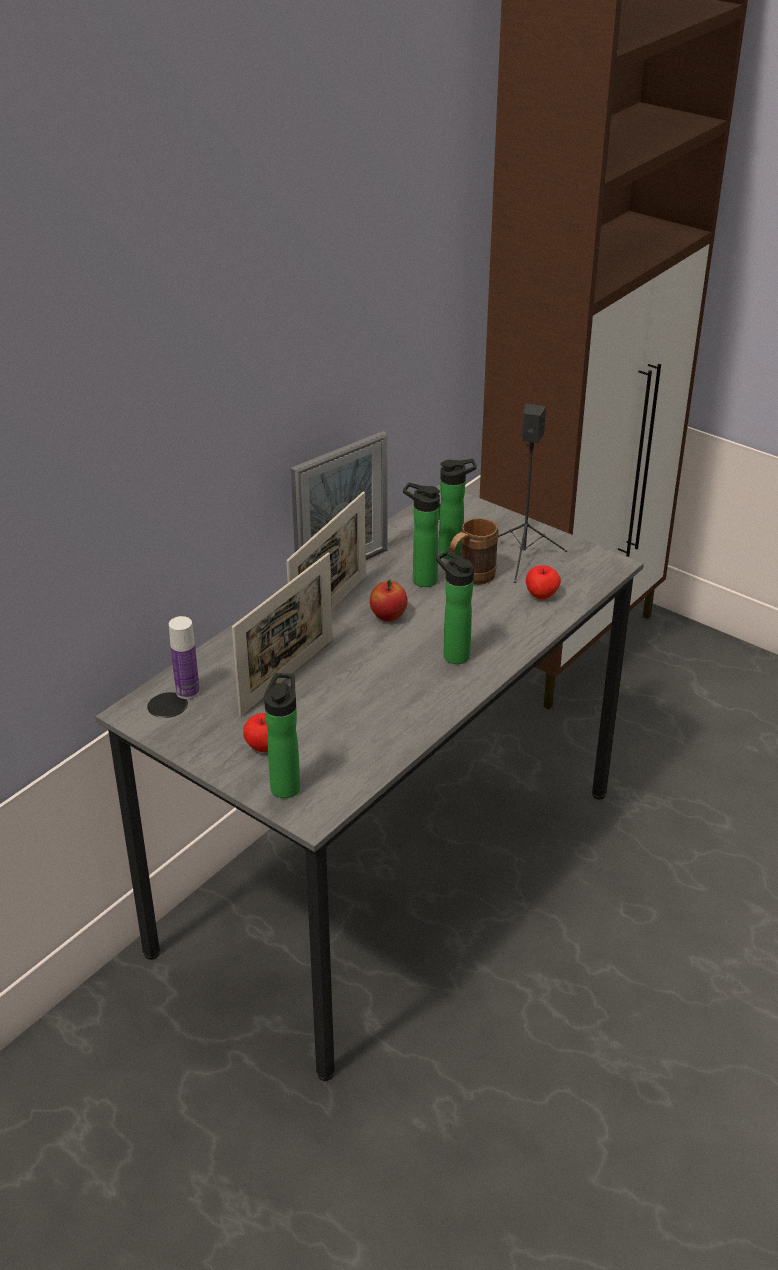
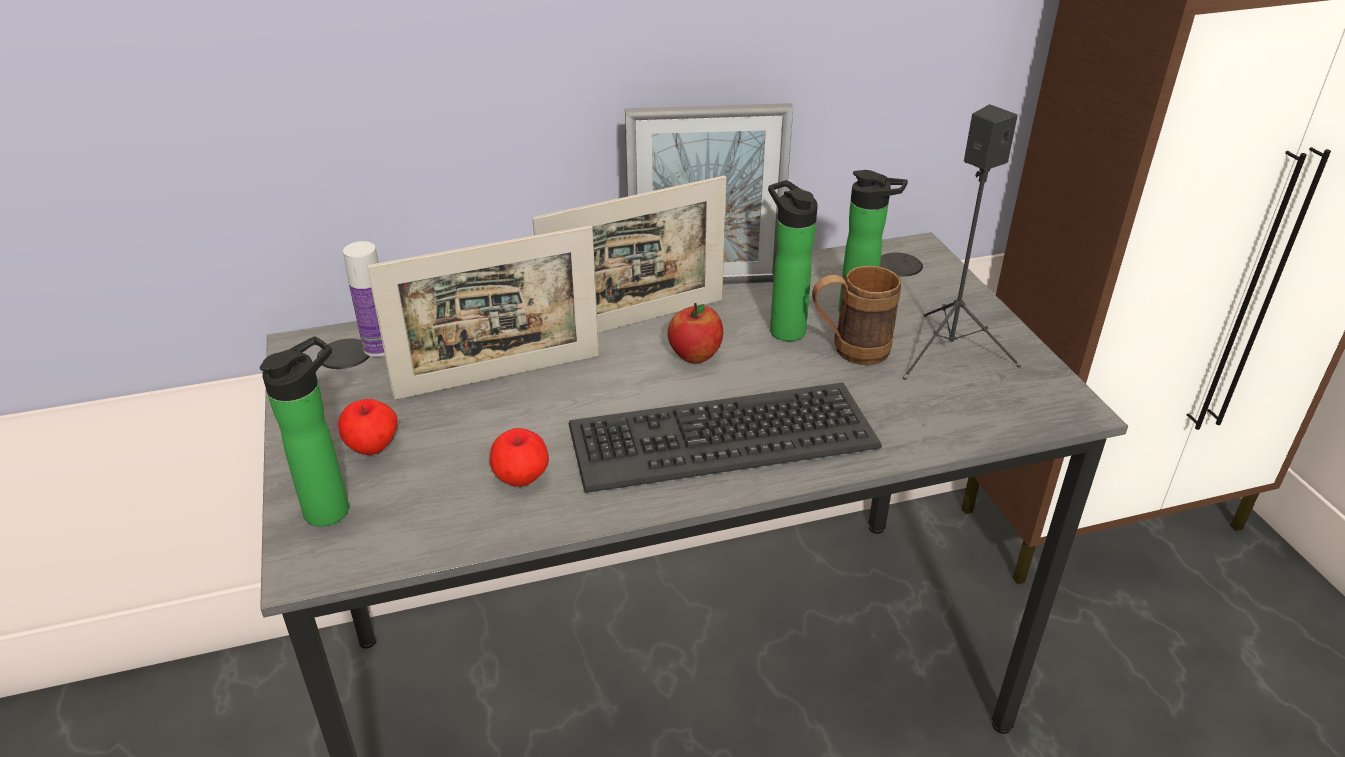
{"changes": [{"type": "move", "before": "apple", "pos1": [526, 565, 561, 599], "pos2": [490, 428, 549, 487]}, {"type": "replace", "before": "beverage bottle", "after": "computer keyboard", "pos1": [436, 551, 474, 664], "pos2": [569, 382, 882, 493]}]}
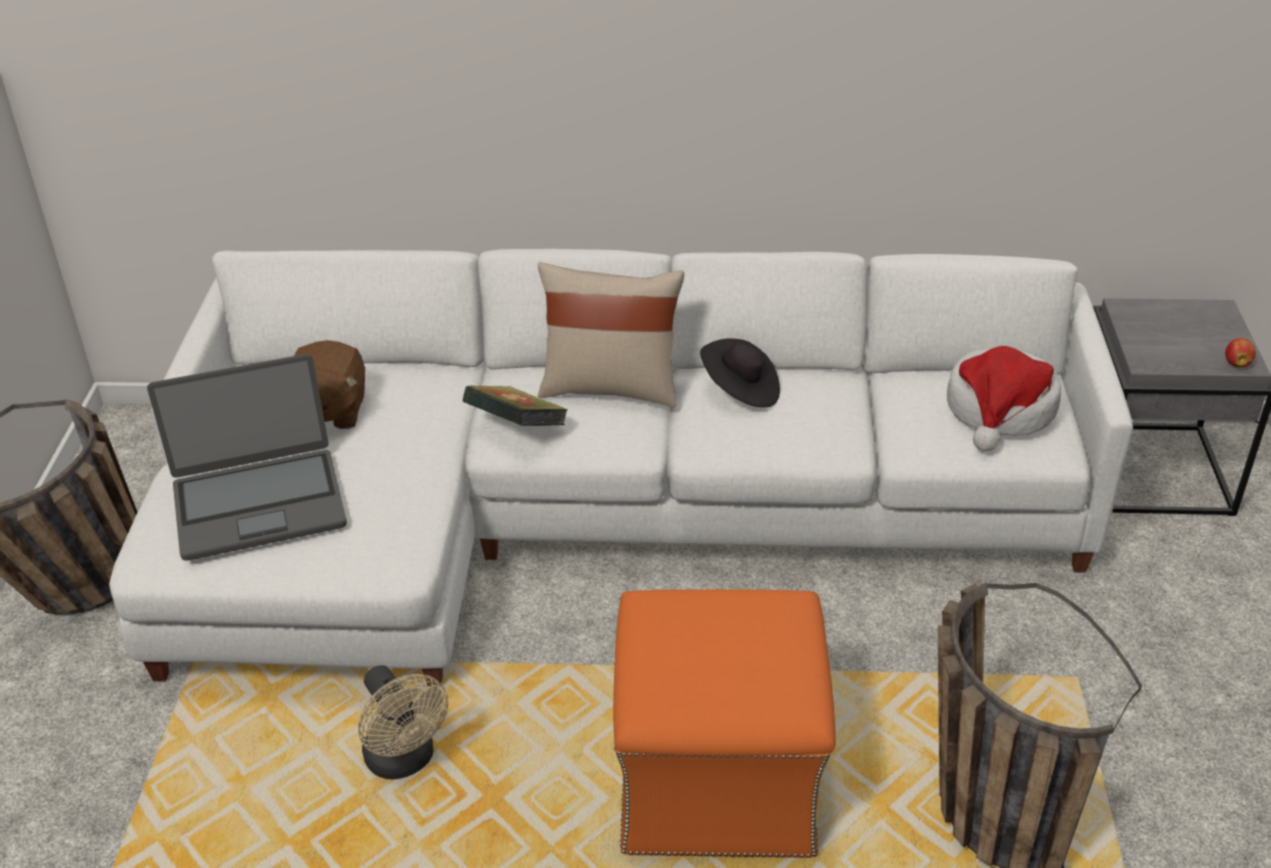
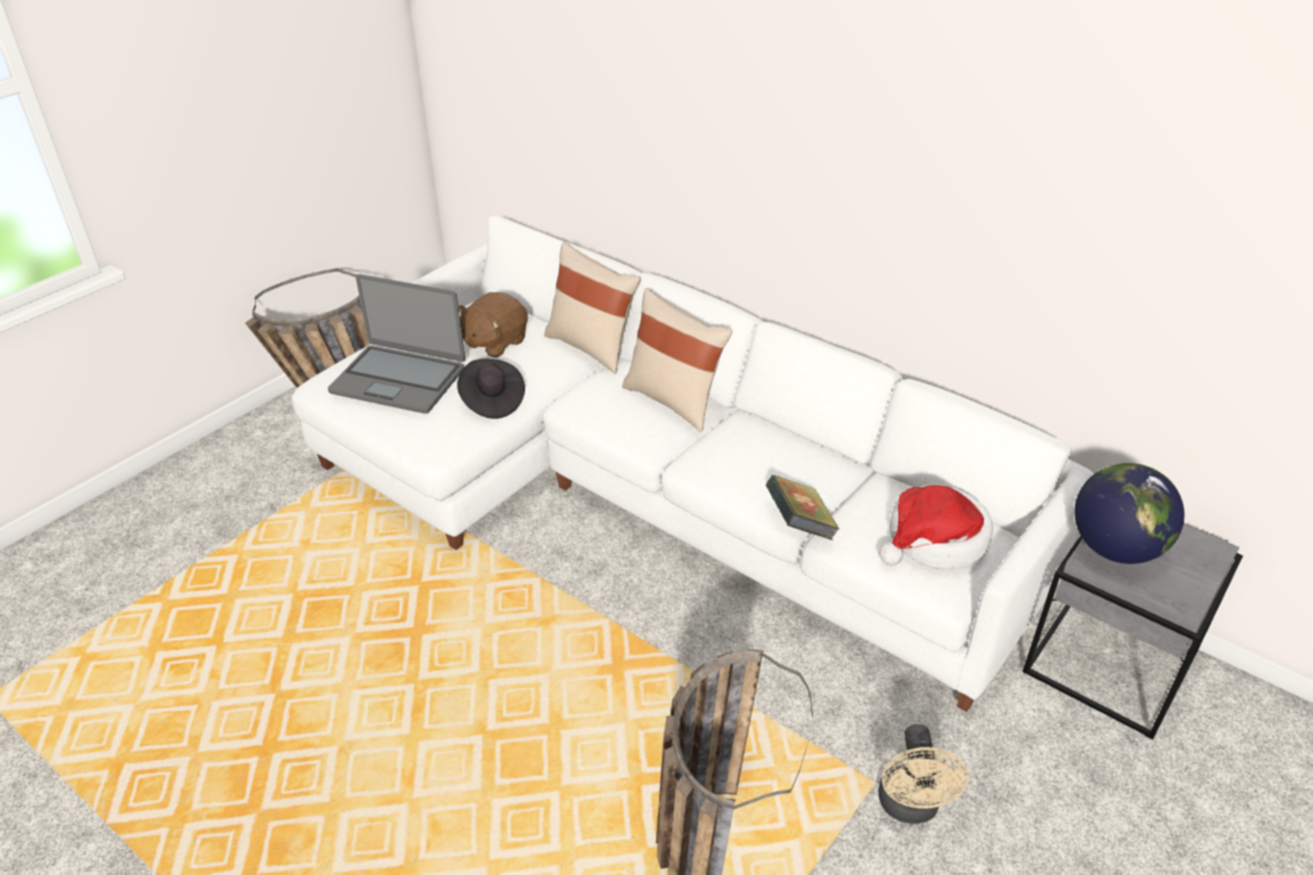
{"changes": [{"type": "delete", "before": "footrest/orange-coloured", "pos1": [613, 589, 835, 858]}, {"type": "delete", "before": "apple", "pos1": [1225, 338, 1256, 367]}, {"type": "insert", "after": "throw pillow/sand-coloured", "pos2": [544, 242, 641, 374]}, {"type": "insert", "after": "globe", "pos2": [1074, 463, 1184, 564]}, {"type": "move", "before": "fan/sand-coloured", "pos1": [358, 665, 448, 780], "pos2": [878, 724, 969, 824]}, {"type": "move", "before": "volume", "pos1": [463, 385, 568, 426], "pos2": [765, 475, 839, 540]}, {"type": "move", "before": "hat/blackish", "pos1": [700, 339, 780, 408], "pos2": [457, 359, 525, 419]}]}
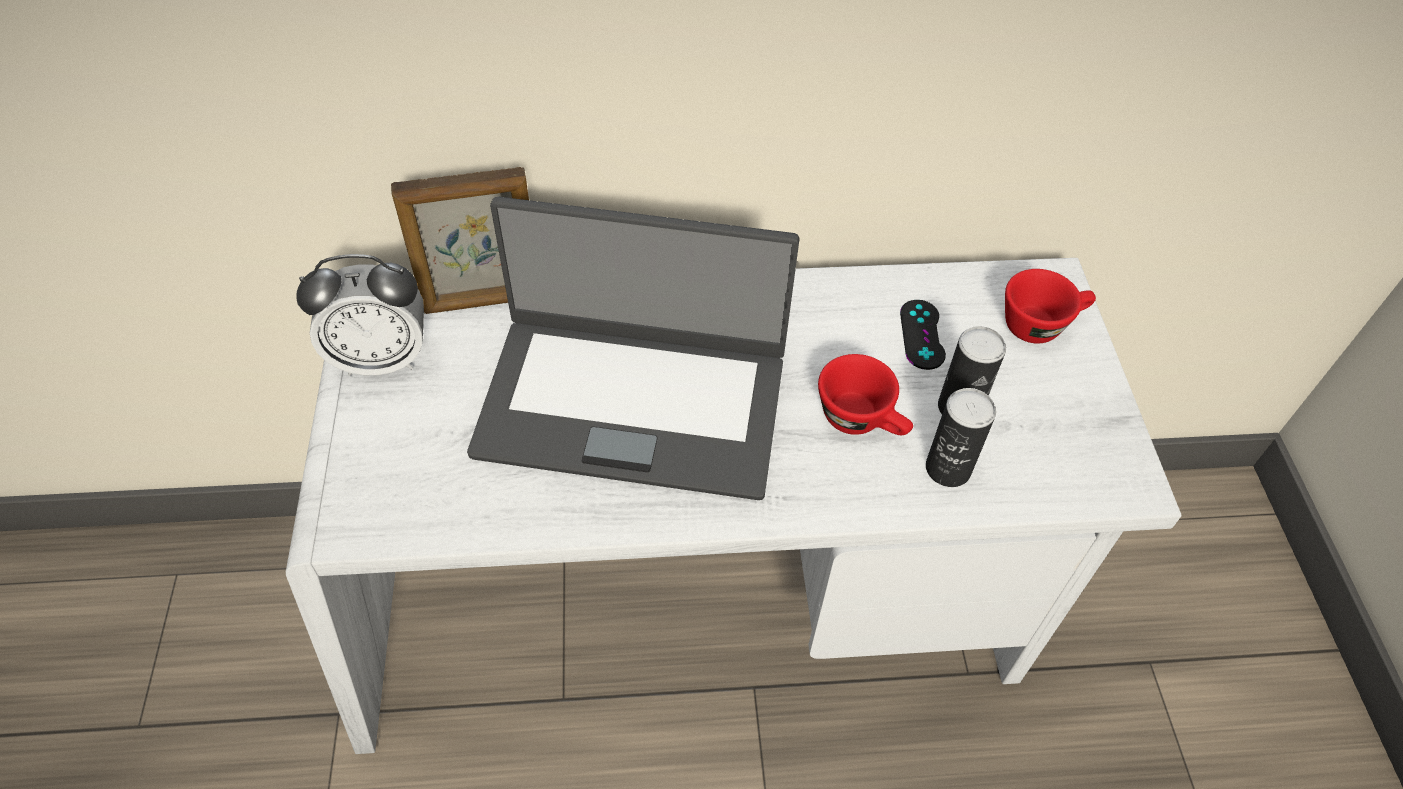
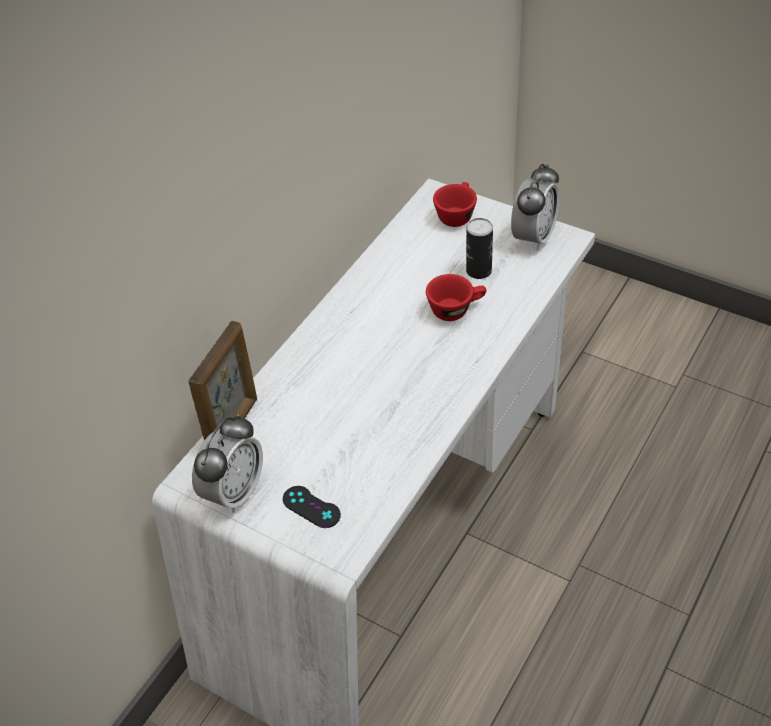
{"changes": [{"type": "delete", "before": "laptop", "pos1": [467, 197, 800, 500]}, {"type": "delete", "before": "sealed can", "pos1": [926, 388, 996, 487]}, {"type": "insert", "after": "bedside clock", "pos2": [511, 164, 559, 251]}, {"type": "move", "before": "gamepad/blackish", "pos1": [900, 300, 946, 370], "pos2": [283, 486, 341, 528]}]}
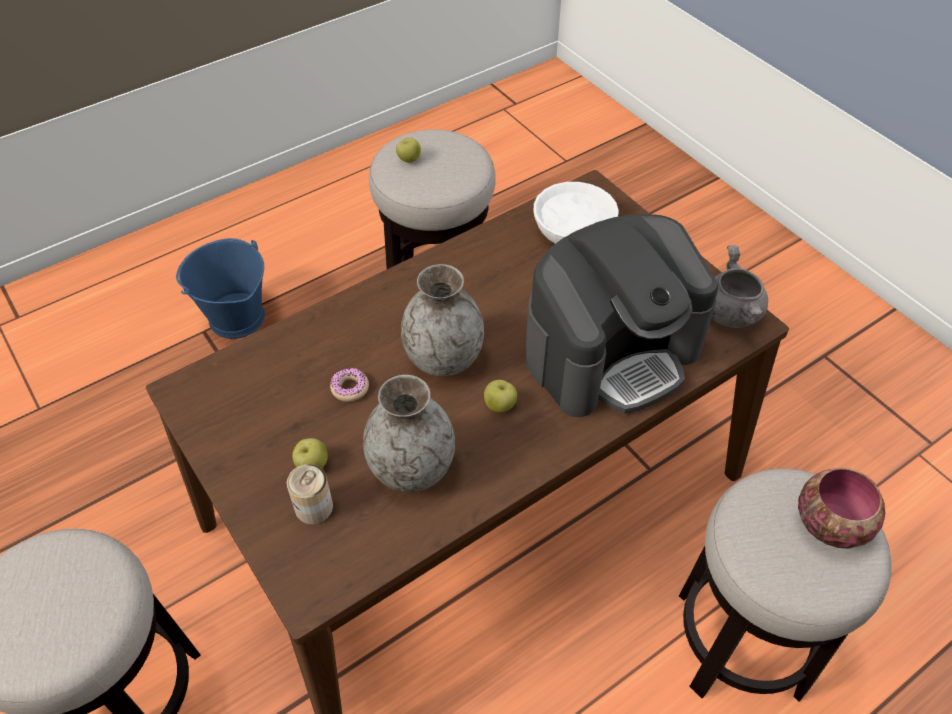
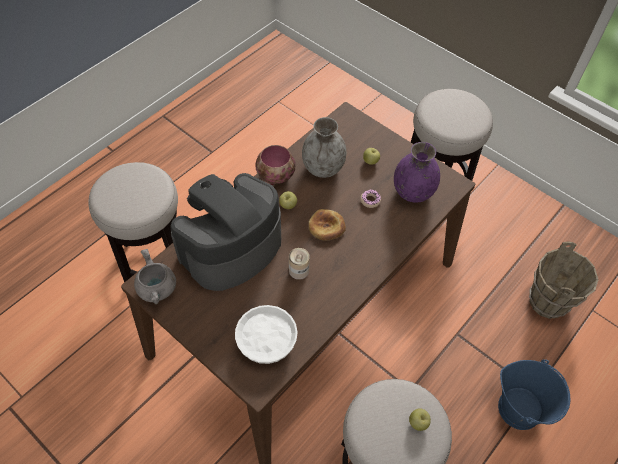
{"changes": [{"type": "insert", "after": "flower vase/purple", "pos2": [394, 142, 440, 203]}, {"type": "insert", "after": "water bucket/brown-coloured", "pos2": [529, 242, 598, 319]}, {"type": "move", "before": "sealed can", "pos1": [287, 464, 333, 524], "pos2": [289, 248, 310, 280]}, {"type": "move", "before": "bowl", "pos1": [798, 468, 885, 548], "pos2": [256, 145, 296, 185]}, {"type": "replace", "before": "flower vase/gray", "after": "baked bread", "pos1": [401, 264, 484, 377], "pos2": [308, 209, 346, 240]}]}
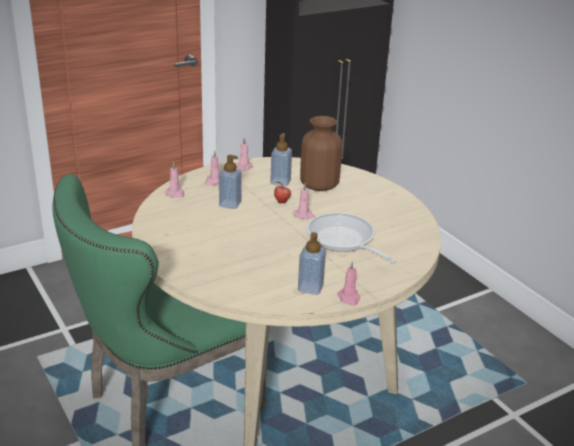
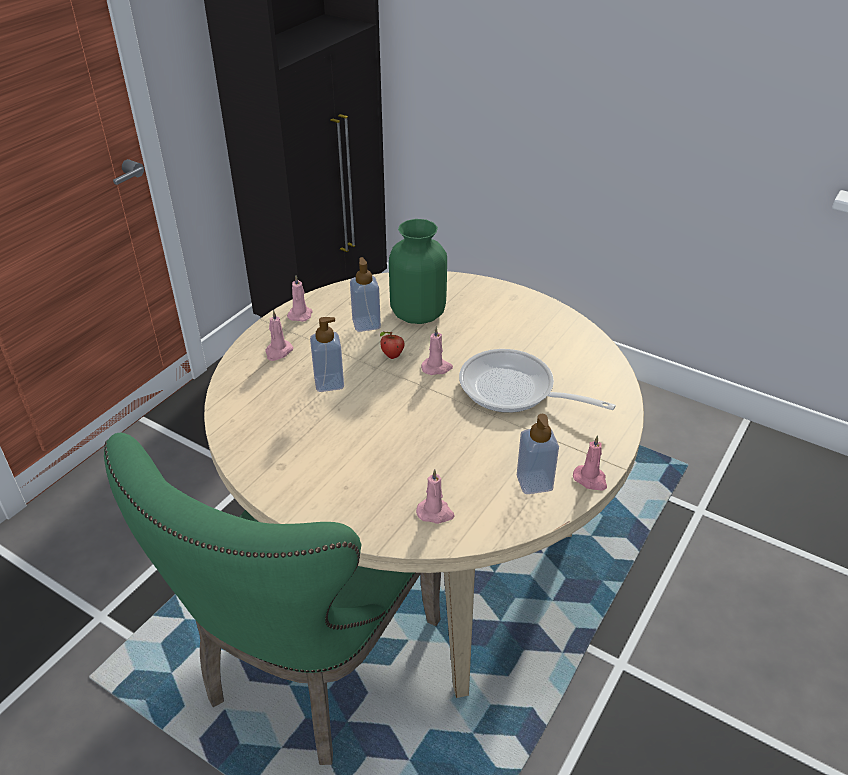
{"changes": [{"type": "move", "before": "candle/pink", "pos1": [165, 162, 184, 198], "pos2": [416, 469, 455, 524]}, {"type": "recolor", "before": "flower vase/brown-coloured", "after": "flower vase/green-coloured", "pos1": [300, 116, 342, 191], "pos2": [389, 219, 447, 324]}]}
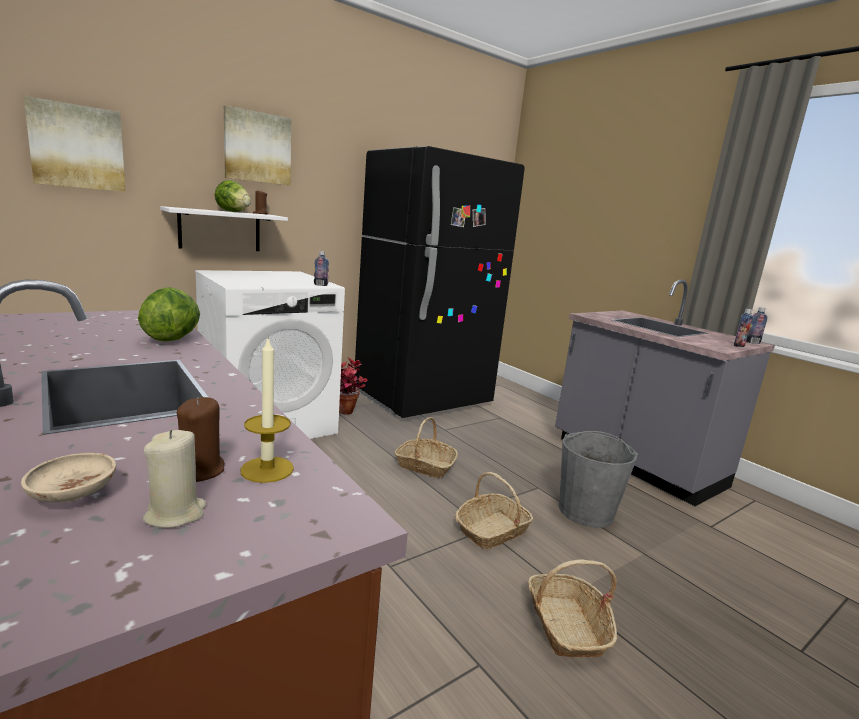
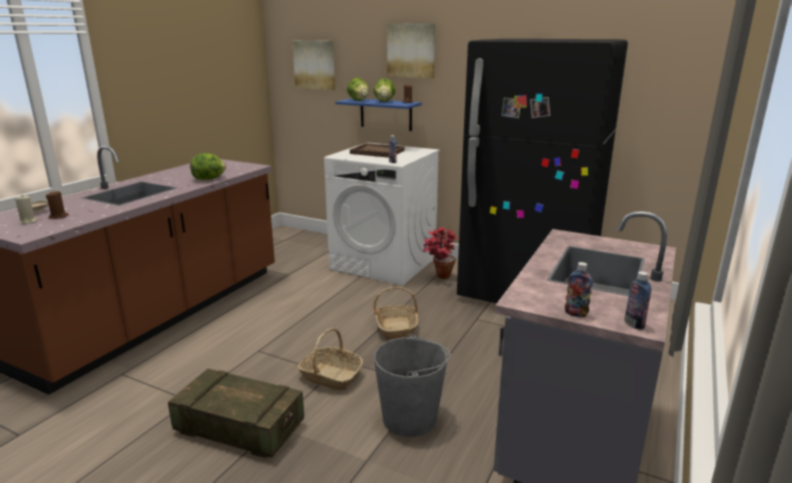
{"changes": [{"type": "delete", "before": "candle", "pos1": [240, 336, 294, 483]}, {"type": "insert", "after": "lettuce", "pos2": [347, 78, 369, 101]}, {"type": "insert", "after": "serving tray/brown-coloured", "pos2": [350, 143, 405, 158]}, {"type": "replace", "before": "household basket", "after": "packing crate", "pos1": [528, 559, 617, 658], "pos2": [168, 369, 304, 458]}, {"type": "recolor", "before": "bracket shelf/white-coloured", "after": "bracket shelf/bluish", "pos1": [160, 206, 288, 251], "pos2": [335, 98, 422, 131]}]}
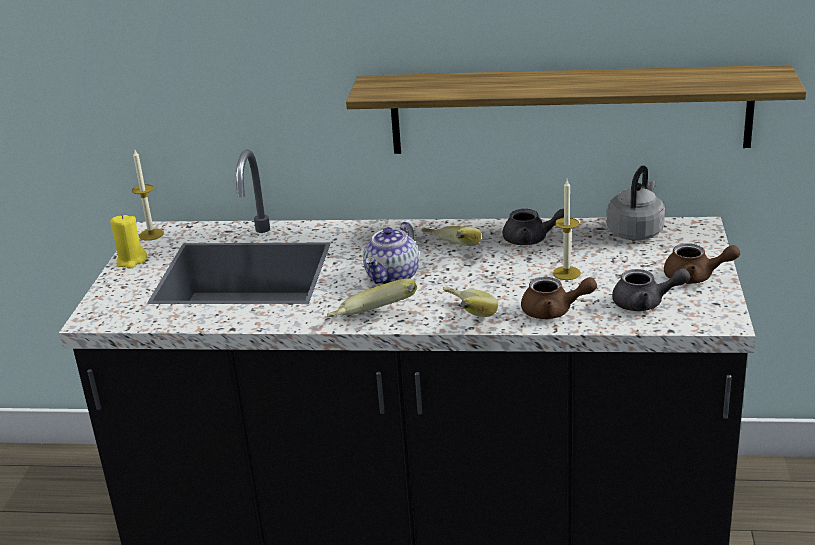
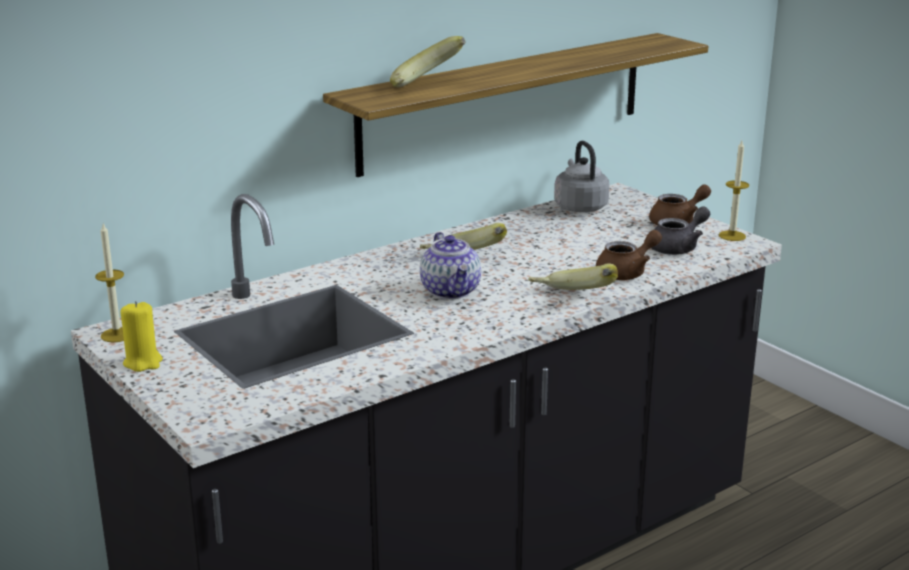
{"changes": [{"type": "delete", "before": "pot for tea/gray", "pos1": [502, 209, 564, 245]}, {"type": "move", "before": "whole banana", "pos1": [327, 279, 417, 318], "pos2": [390, 36, 465, 87]}, {"type": "move", "before": "candle", "pos1": [553, 180, 581, 280], "pos2": [719, 141, 749, 241]}]}
